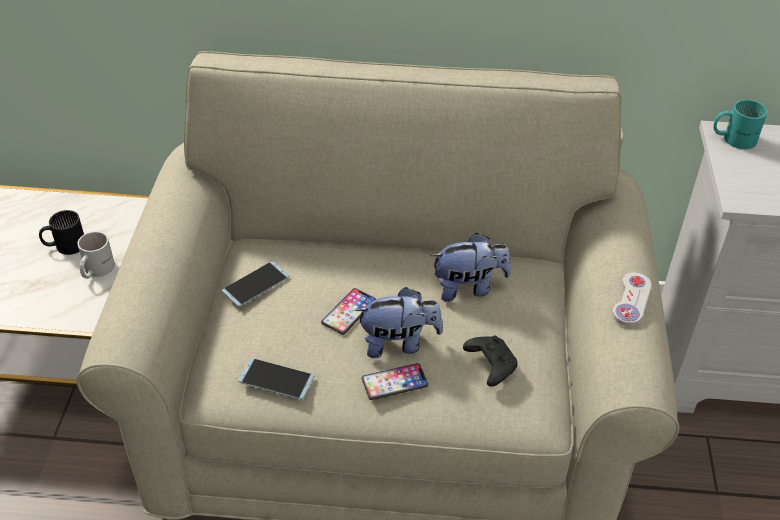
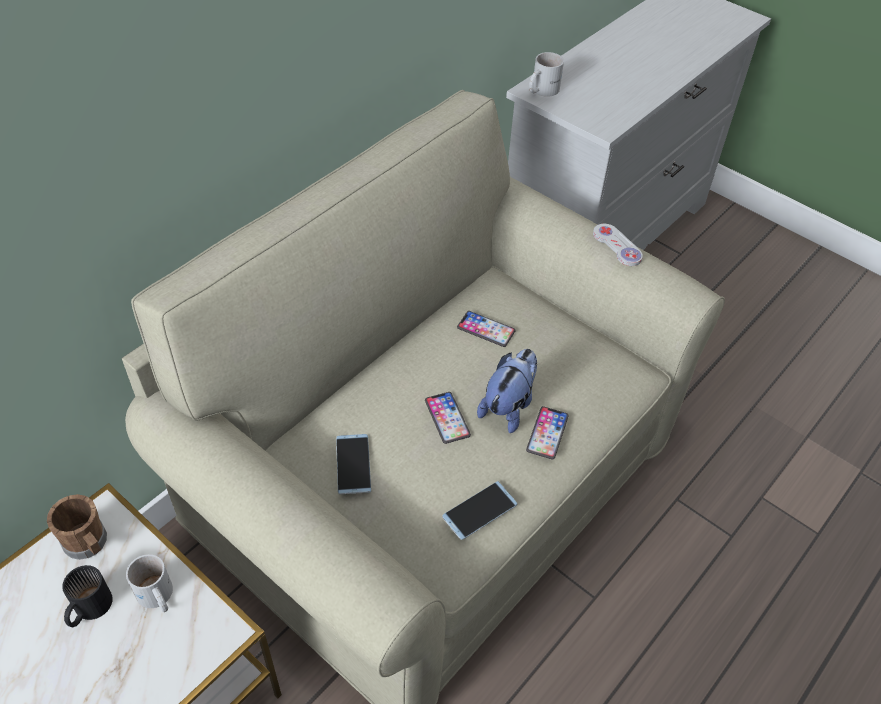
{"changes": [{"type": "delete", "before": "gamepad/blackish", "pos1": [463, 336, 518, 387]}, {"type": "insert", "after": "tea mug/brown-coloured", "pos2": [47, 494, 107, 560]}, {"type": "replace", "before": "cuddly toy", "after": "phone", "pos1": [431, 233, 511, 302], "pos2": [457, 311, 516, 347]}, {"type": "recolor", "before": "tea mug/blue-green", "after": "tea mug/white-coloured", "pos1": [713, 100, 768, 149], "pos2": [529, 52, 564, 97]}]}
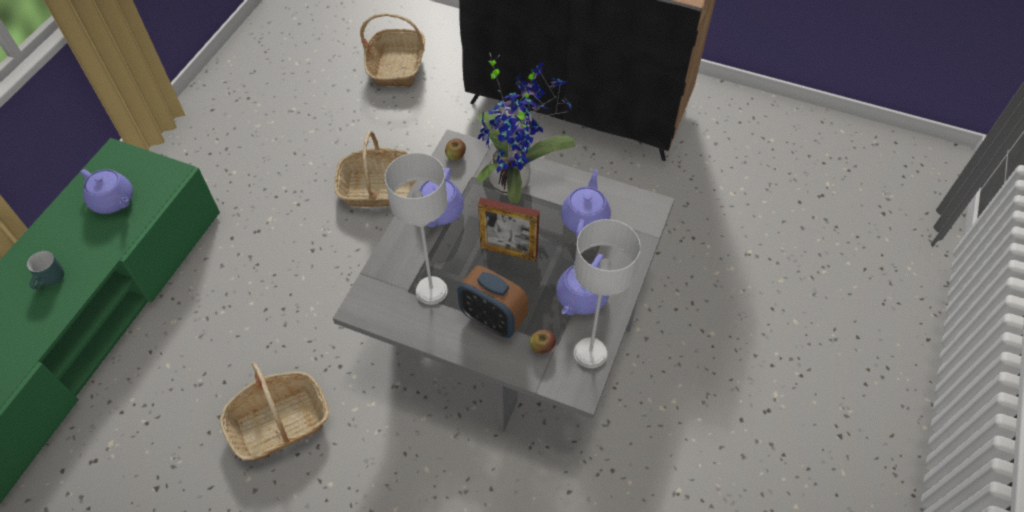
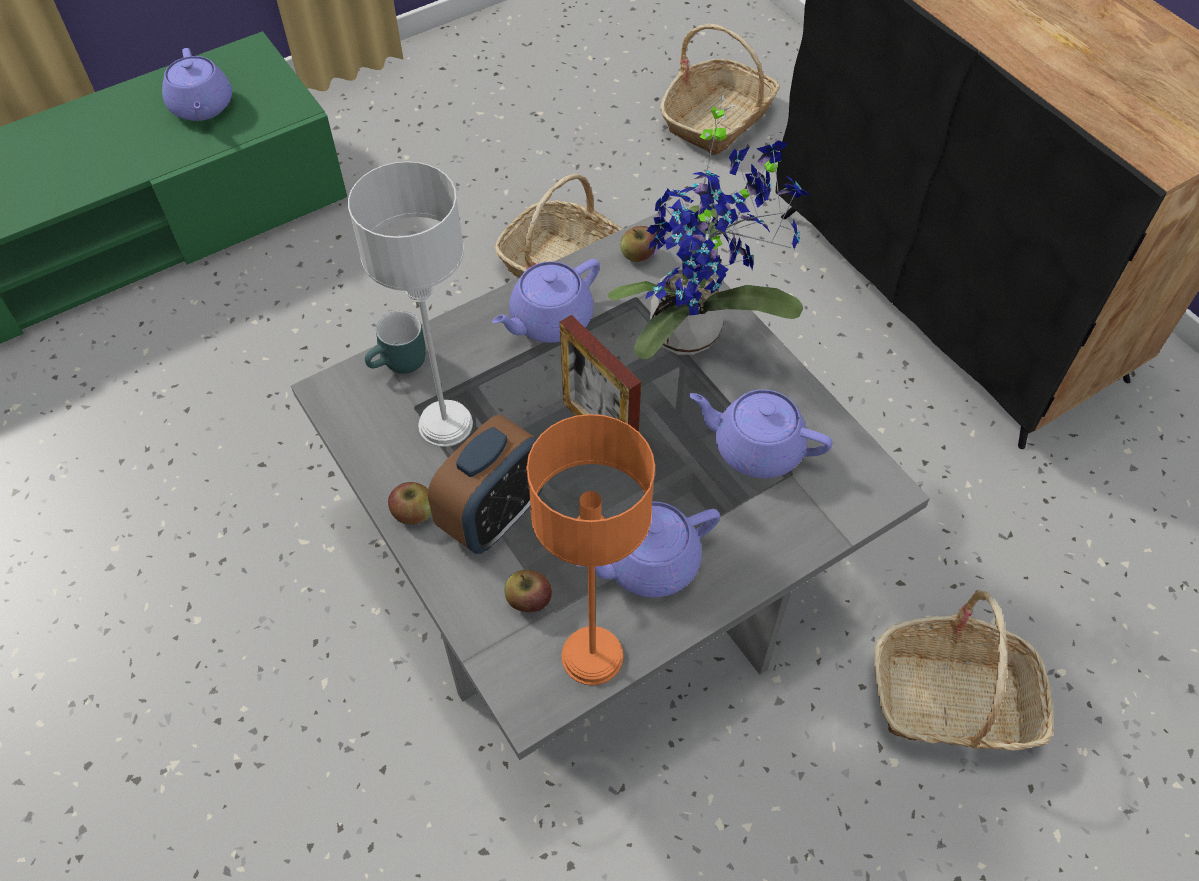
{"changes": [{"type": "insert", "after": "apple", "pos2": [388, 482, 431, 524]}, {"type": "move", "before": "tea mug/blue-green", "pos1": [27, 251, 64, 290], "pos2": [365, 311, 426, 374]}, {"type": "move", "before": "household basket", "pos1": [220, 362, 330, 461], "pos2": [874, 591, 1054, 750]}, {"type": "recolor", "before": "table lamp/gray", "after": "table lamp/orange-coloured", "pos1": [574, 219, 641, 368], "pos2": [526, 414, 655, 685]}, {"type": "rotate", "before": "bedside clock", "pos1": [457, 265, 528, 338], "pos2": [428, 415, 544, 554], "turn": -120}, {"type": "rotate", "before": "pot for tea/purple", "pos1": [561, 169, 611, 238], "pos2": [689, 389, 832, 478], "turn": -120}]}
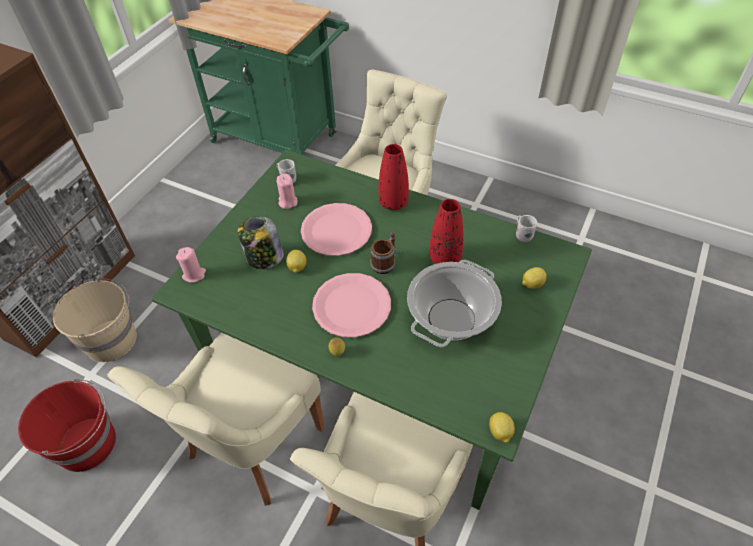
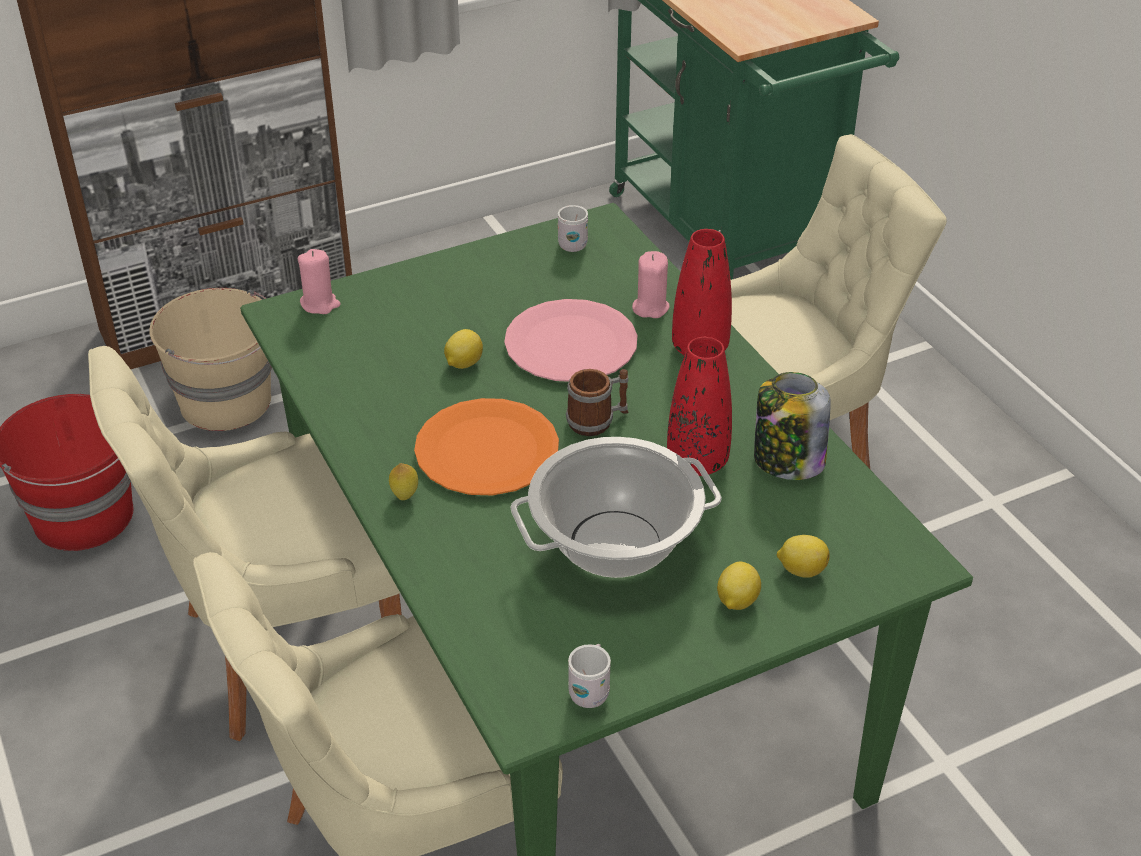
{"changes": [{"type": "move", "before": "jar", "pos1": [238, 216, 284, 269], "pos2": [754, 372, 831, 480]}, {"type": "move", "before": "candle/pink", "pos1": [276, 174, 297, 209], "pos2": [632, 251, 670, 318]}, {"type": "move", "before": "lemon", "pos1": [489, 412, 515, 443], "pos2": [717, 562, 761, 610]}, {"type": "move", "before": "tea mug/white-coloured", "pos1": [516, 215, 537, 242], "pos2": [568, 644, 611, 708]}, {"type": "recolor", "before": "plate/pink", "after": "plate/orange-coloured", "pos1": [312, 273, 391, 337], "pos2": [414, 398, 559, 495]}]}
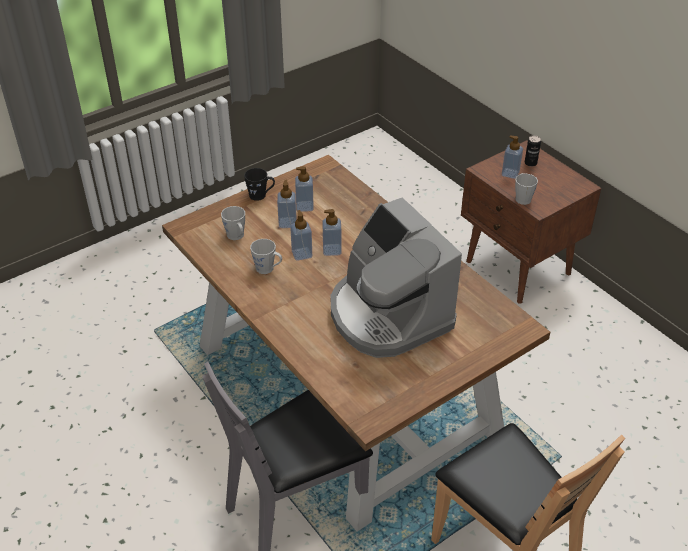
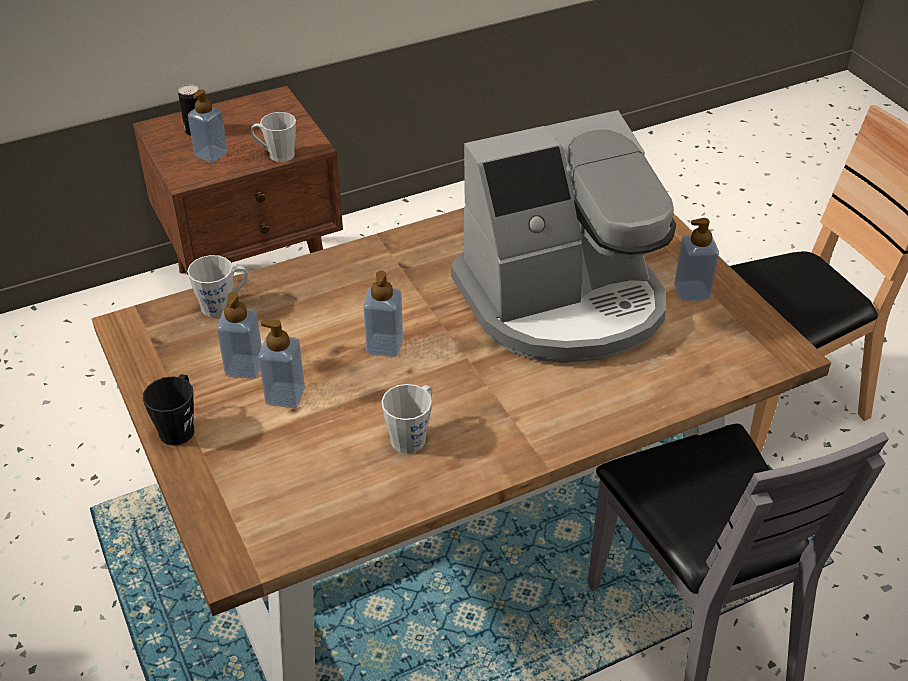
{"changes": [{"type": "move", "before": "tea mug/gray", "pos1": [221, 206, 245, 240], "pos2": [187, 255, 248, 317]}, {"type": "move", "before": "liquid soap bottle", "pos1": [290, 210, 312, 261], "pos2": [674, 218, 719, 302]}]}
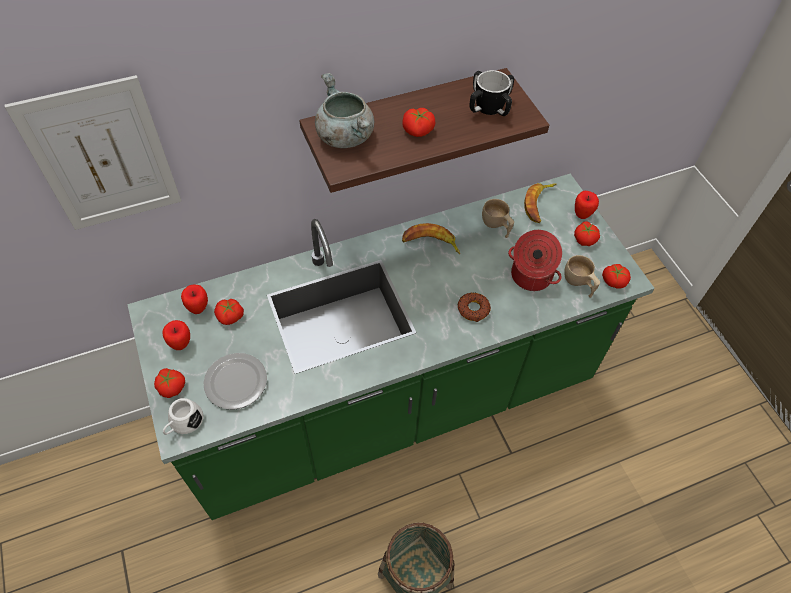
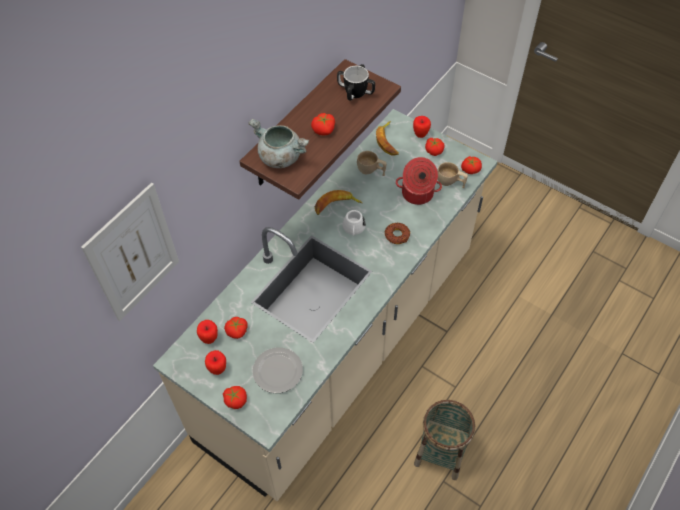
{"changes": [{"type": "move", "before": "tea mug/white-coloured", "pos1": [163, 398, 204, 435], "pos2": [342, 210, 366, 236]}, {"type": "recolor", "before": "counter/green-coloured", "after": "counter/sand-coloured", "pos1": [127, 174, 655, 520], "pos2": [153, 109, 498, 501]}]}
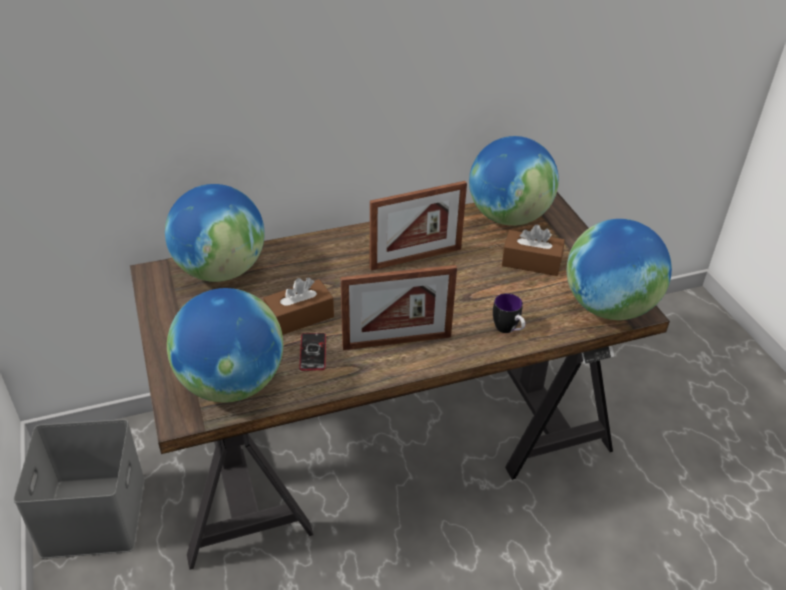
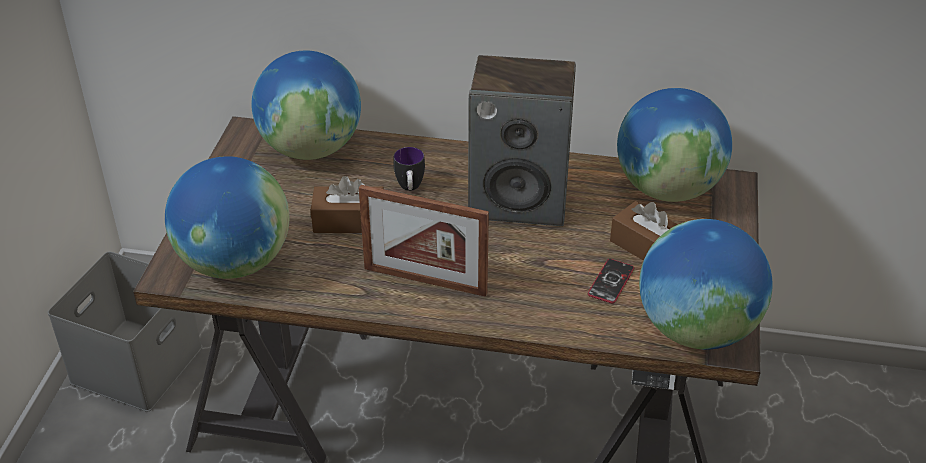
{"changes": [{"type": "move", "before": "phone", "pos1": [300, 333, 326, 371], "pos2": [588, 259, 634, 304]}, {"type": "move", "before": "tea mug", "pos1": [493, 293, 525, 333], "pos2": [393, 147, 425, 191]}, {"type": "replace", "before": "picture frame", "after": "audio speaker", "pos1": [370, 181, 467, 271], "pos2": [468, 55, 576, 226]}]}
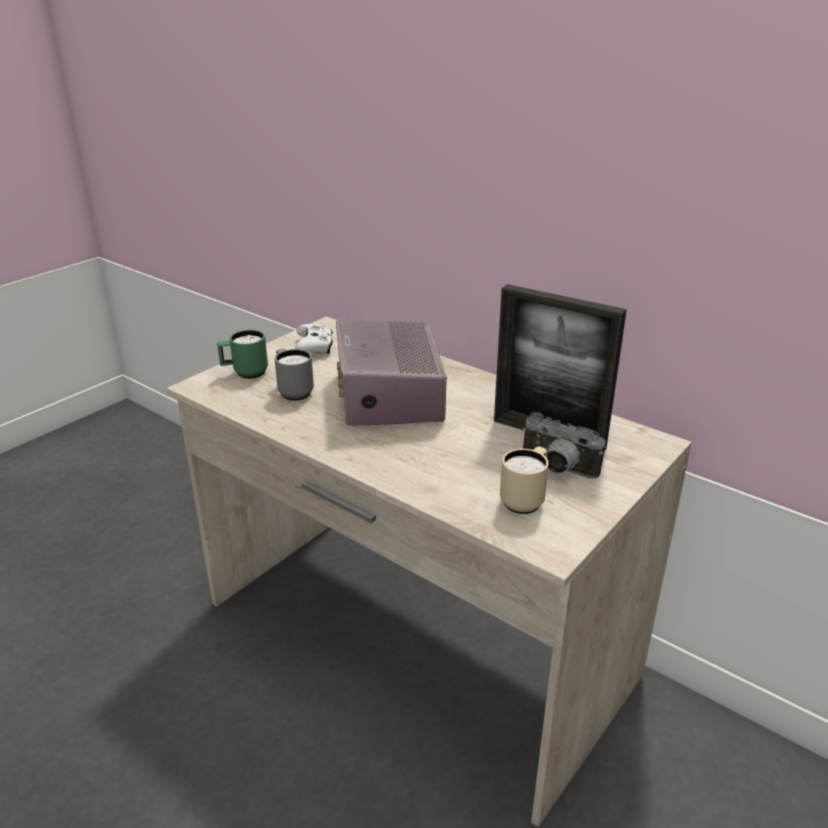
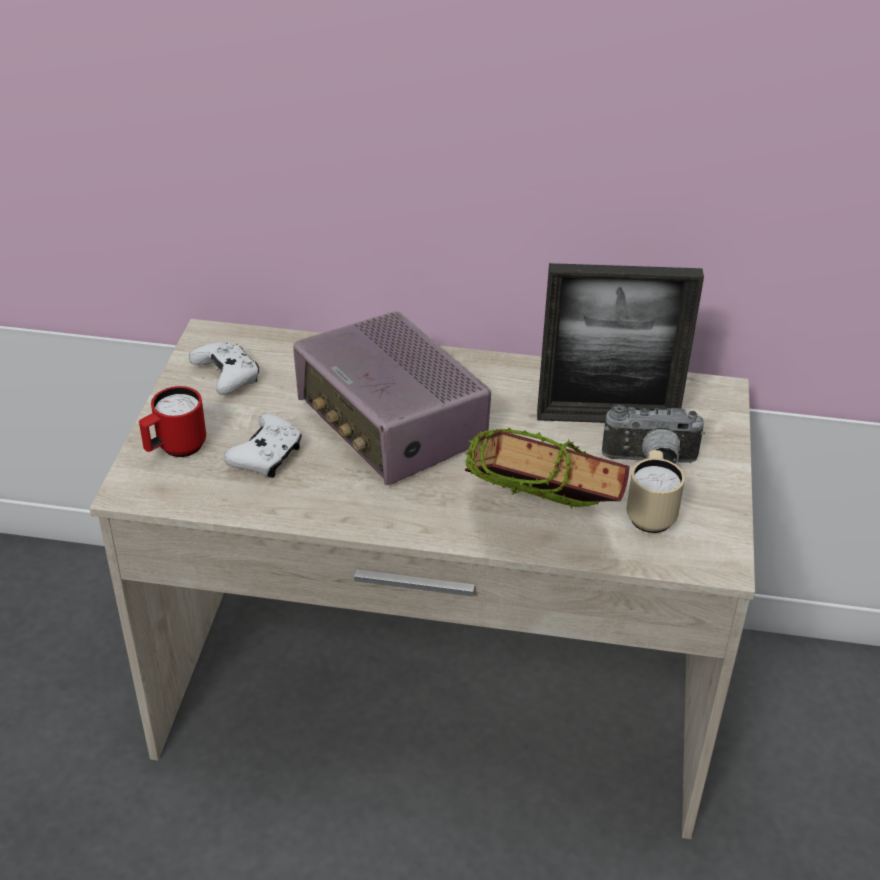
{"changes": [{"type": "insert", "after": "volume", "pos2": [465, 427, 630, 509]}, {"type": "replace", "before": "tea mug/gray", "after": "gamepad/white-coloured", "pos1": [275, 348, 314, 401], "pos2": [224, 413, 302, 478]}, {"type": "recolor", "before": "tea mug/green-coloured", "after": "tea mug/red", "pos1": [217, 330, 268, 379], "pos2": [139, 386, 206, 457]}]}
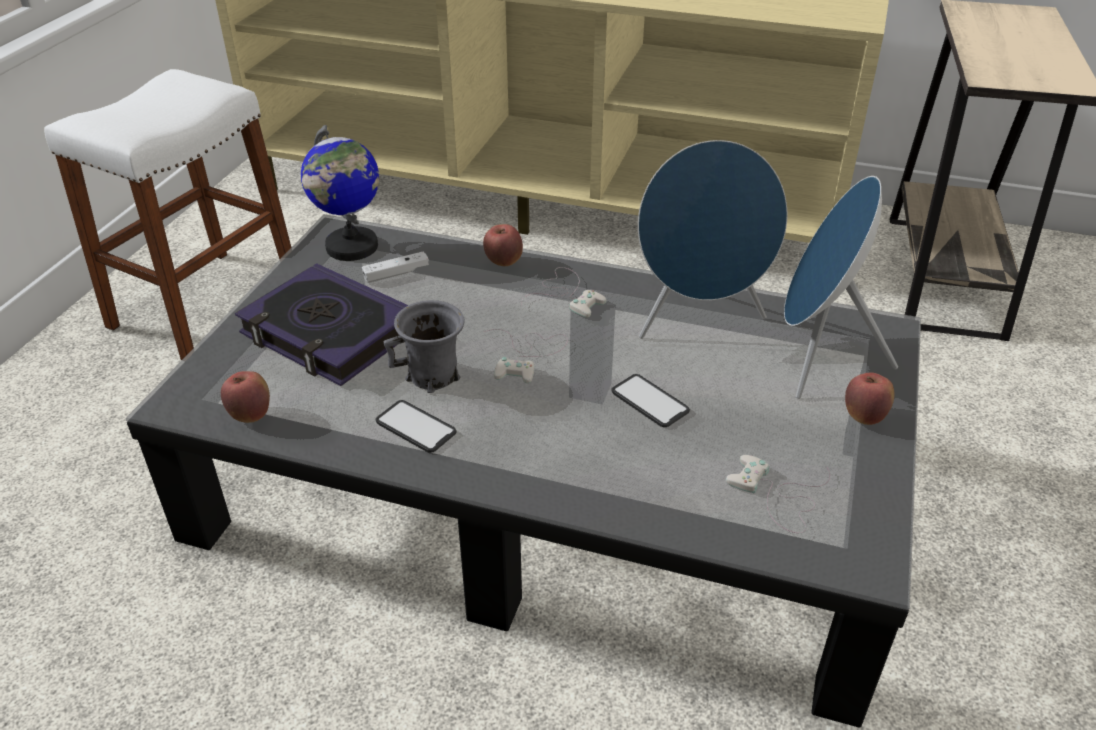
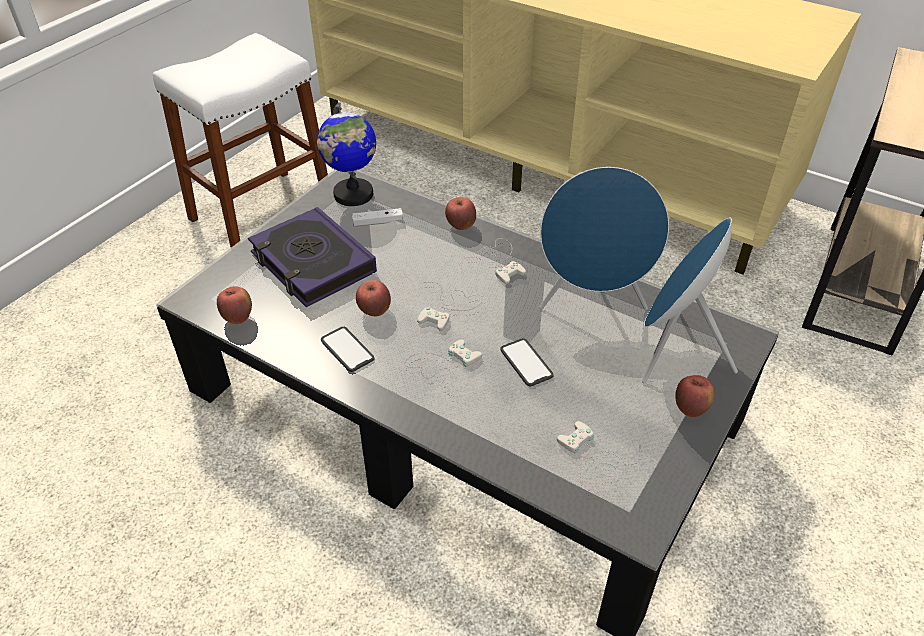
{"changes": [{"type": "insert", "after": "gamepad/white-coloured", "pos2": [404, 340, 482, 397]}, {"type": "replace", "before": "tea mug/gray", "after": "apple", "pos1": [384, 300, 465, 393], "pos2": [356, 280, 391, 316]}]}
